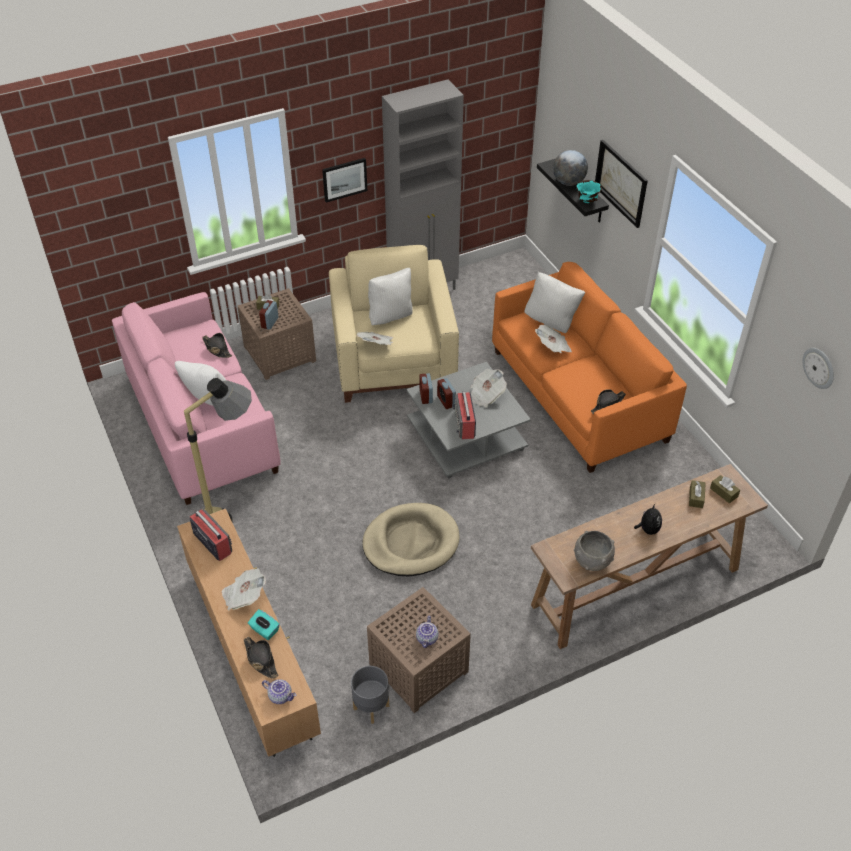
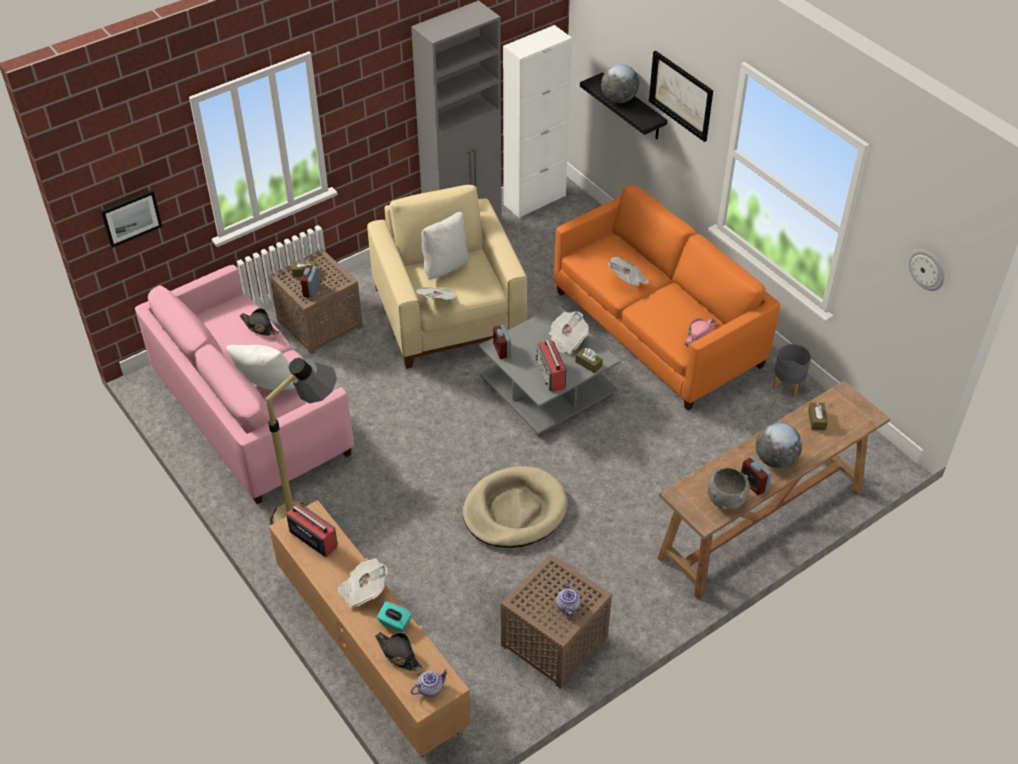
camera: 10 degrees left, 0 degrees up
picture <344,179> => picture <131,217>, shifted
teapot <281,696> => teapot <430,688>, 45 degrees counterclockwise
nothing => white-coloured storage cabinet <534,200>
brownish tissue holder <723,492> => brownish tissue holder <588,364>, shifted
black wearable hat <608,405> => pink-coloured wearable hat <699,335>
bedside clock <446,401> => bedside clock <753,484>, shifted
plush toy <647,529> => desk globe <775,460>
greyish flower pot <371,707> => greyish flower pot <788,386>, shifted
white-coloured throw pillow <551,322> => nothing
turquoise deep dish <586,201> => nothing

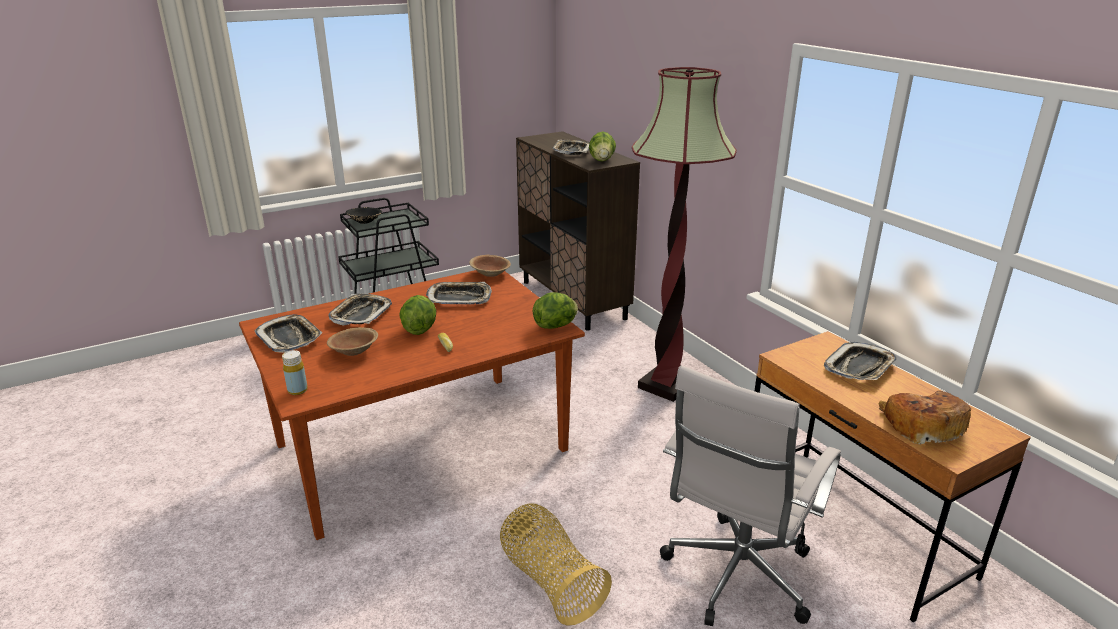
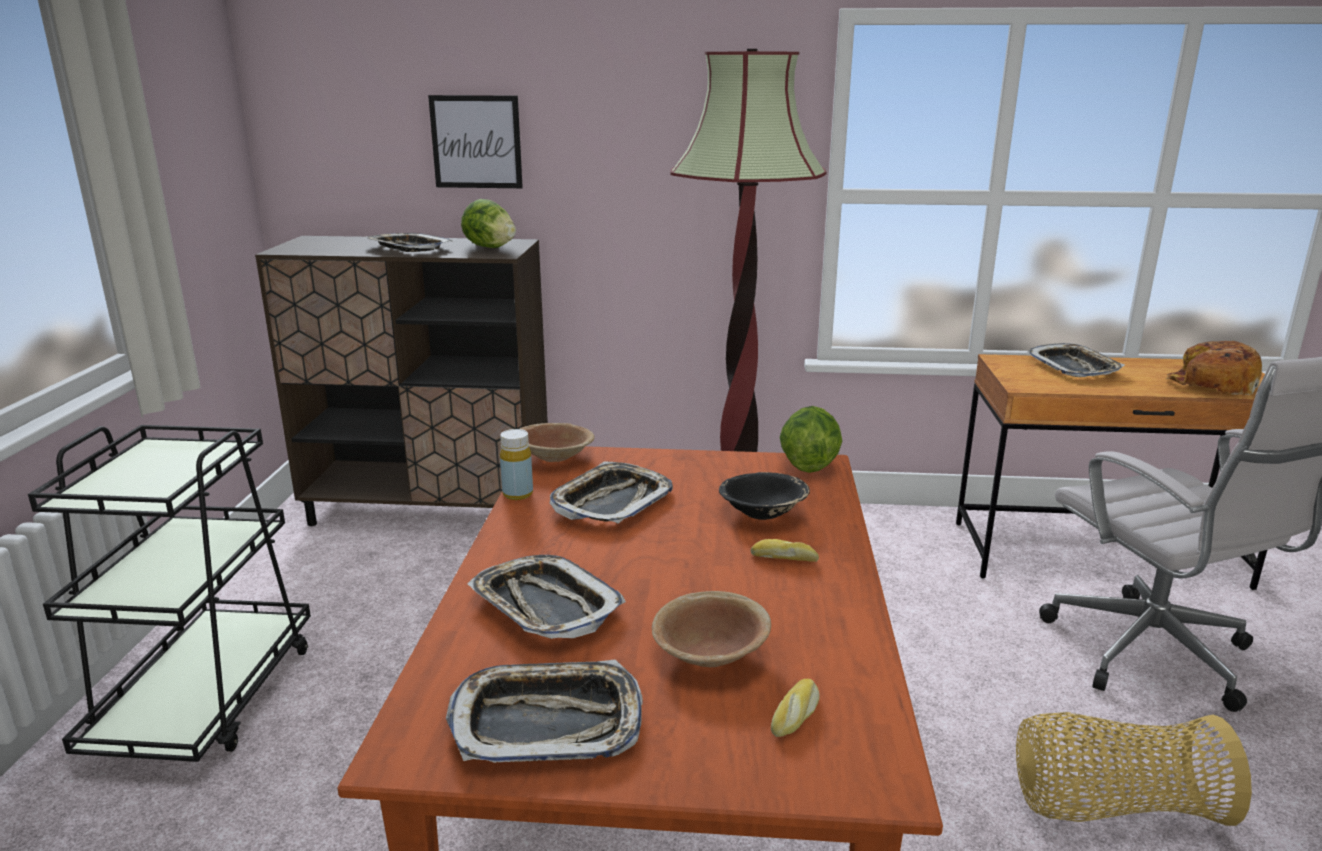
camera: 55 degrees left, 5 degrees down
nothing => picture <476,142>
yellowish beverage bottle <297,390> => yellowish beverage bottle <518,494>, shifted
black deep dish <365,221> => black deep dish <762,512>, shifted
nothing => baked bread <796,715>
lettuce <419,329> => nothing

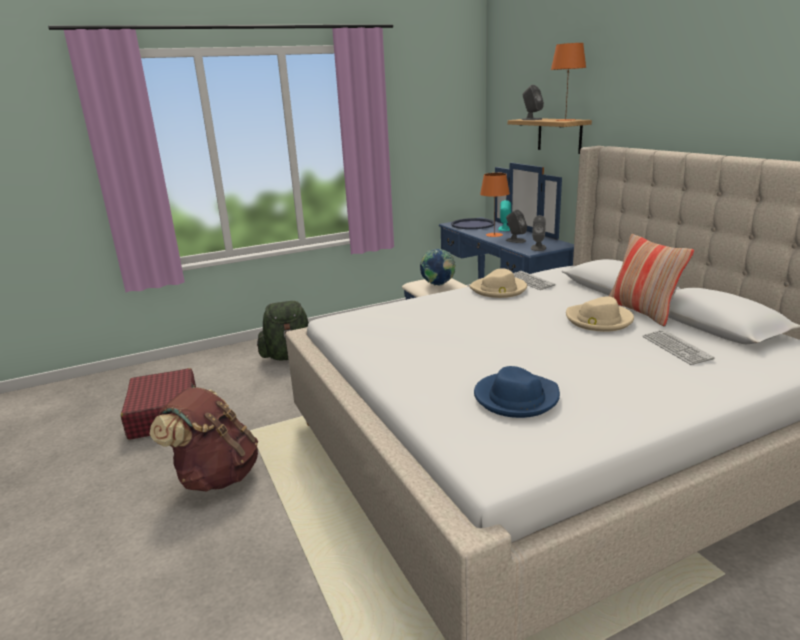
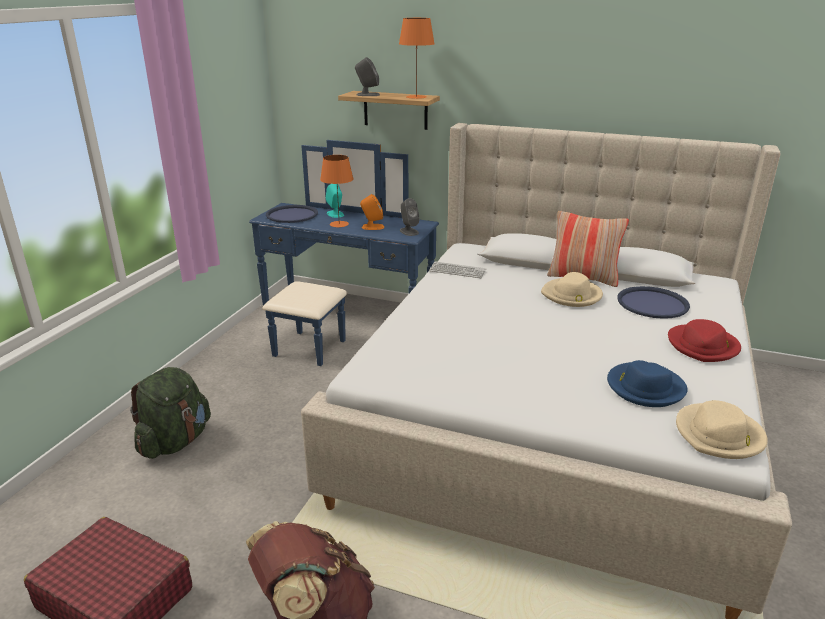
camera: 45 degrees left, 5 degrees up
greyish audio speaker <515,240> => orangey audio speaker <372,227>
keyboard <676,348> => blue-coloured serving tray <652,303>
nothing => red-coloured wearable hat <703,346>
beige-coloured wearable hat <499,289> => beige-coloured wearable hat <719,435>, shifted
desk globe <438,285> => nothing

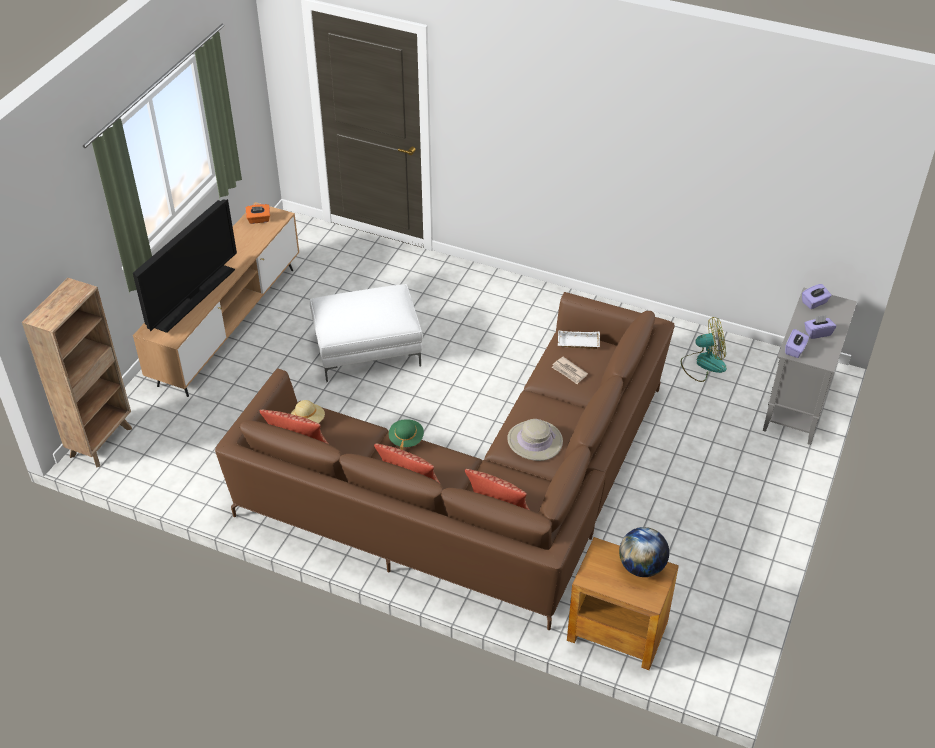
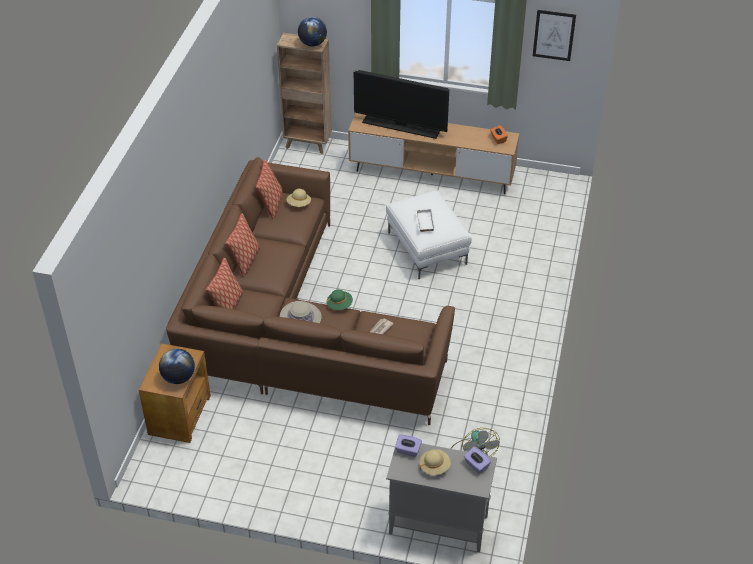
camera: 80 degrees right, 0 degrees up
nothing => desk globe <312,44>
greenish wearable hat <406,439> => greenish wearable hat <339,305>, shifted
white-coloured serving tray <577,343> => white-coloured serving tray <424,222>, shifted
purple tissue holder <817,333> => beige-coloured wearable hat <434,467>
nothing => picture <554,35>

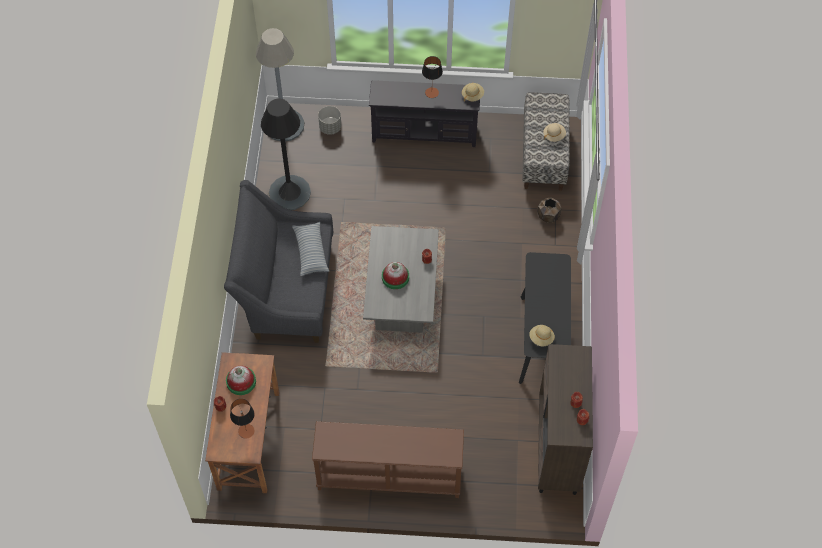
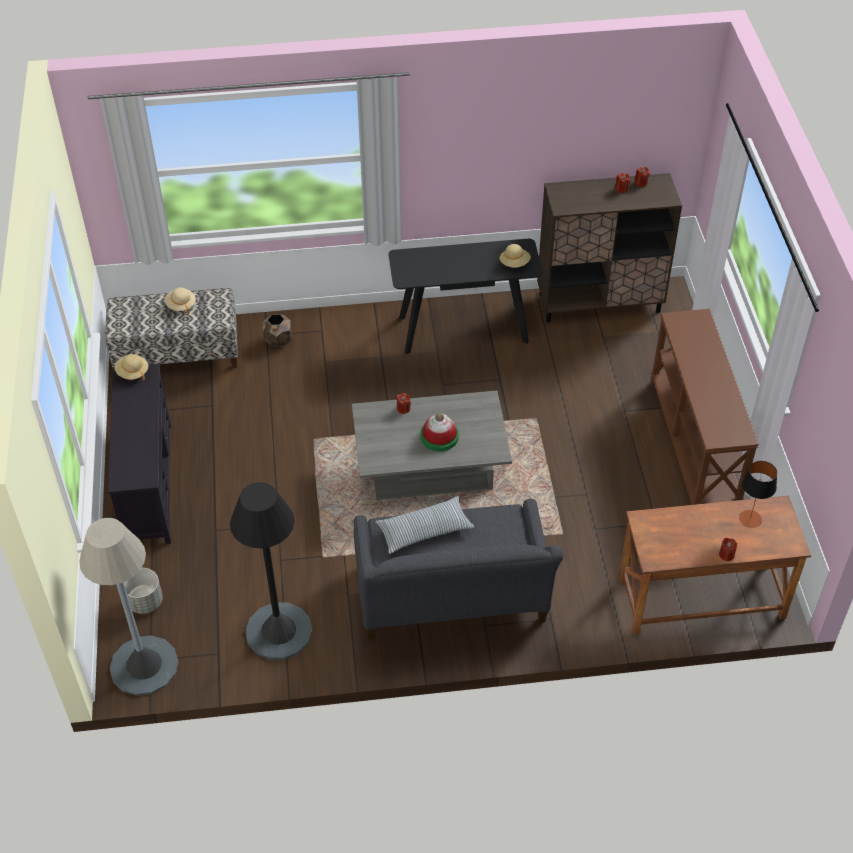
camera: 100 degrees left, 10 degrees down
wearable hat <241,381> => nothing
lamp for a table <431,92> => nothing

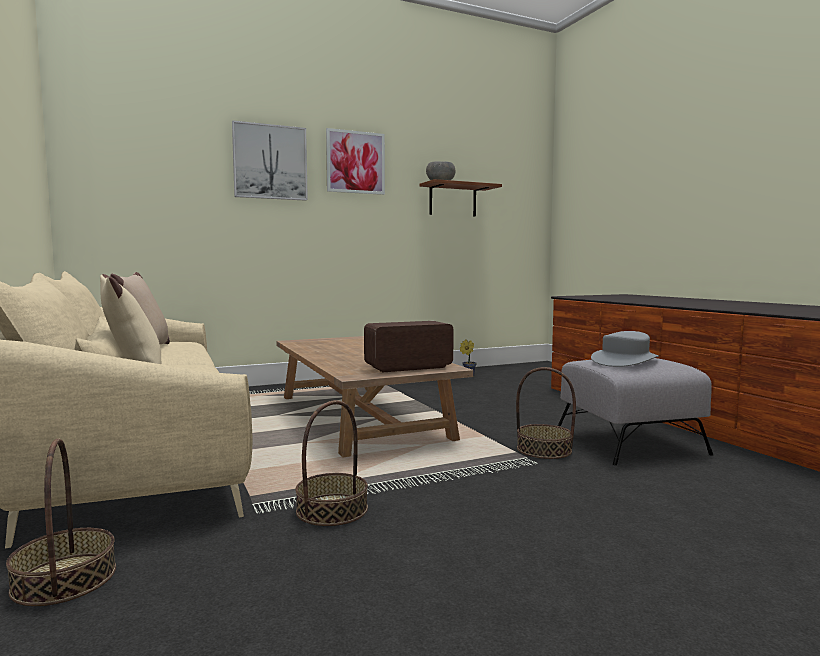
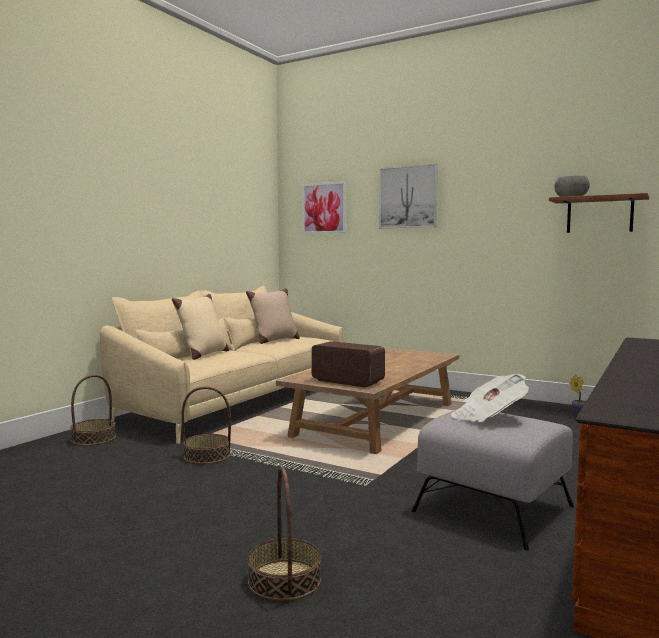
camera: 55 degrees right, 0 degrees up
storage basket <544,450> => storage basket <284,580>, shifted
picture <355,162> => picture <324,208>, shifted
greyish wearable hat <625,361> => daily paper <488,417>

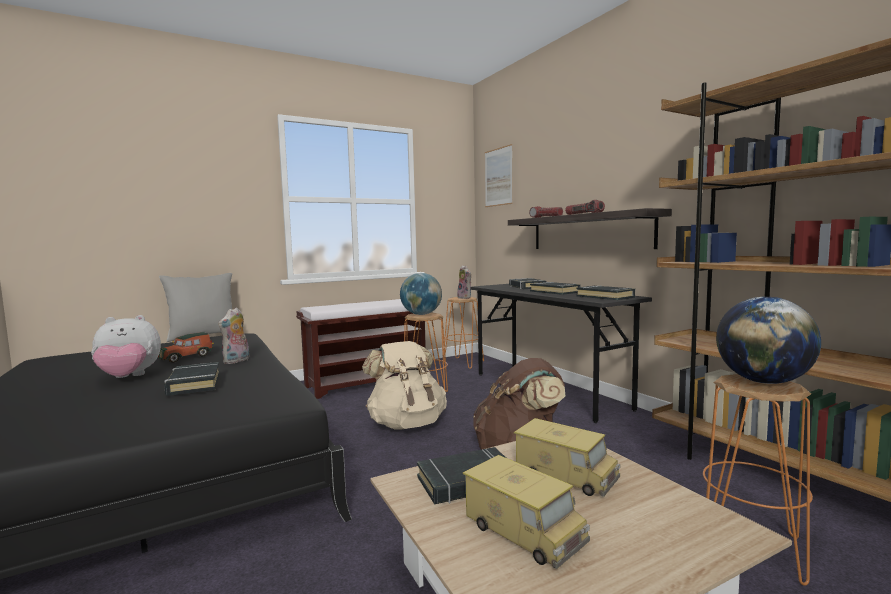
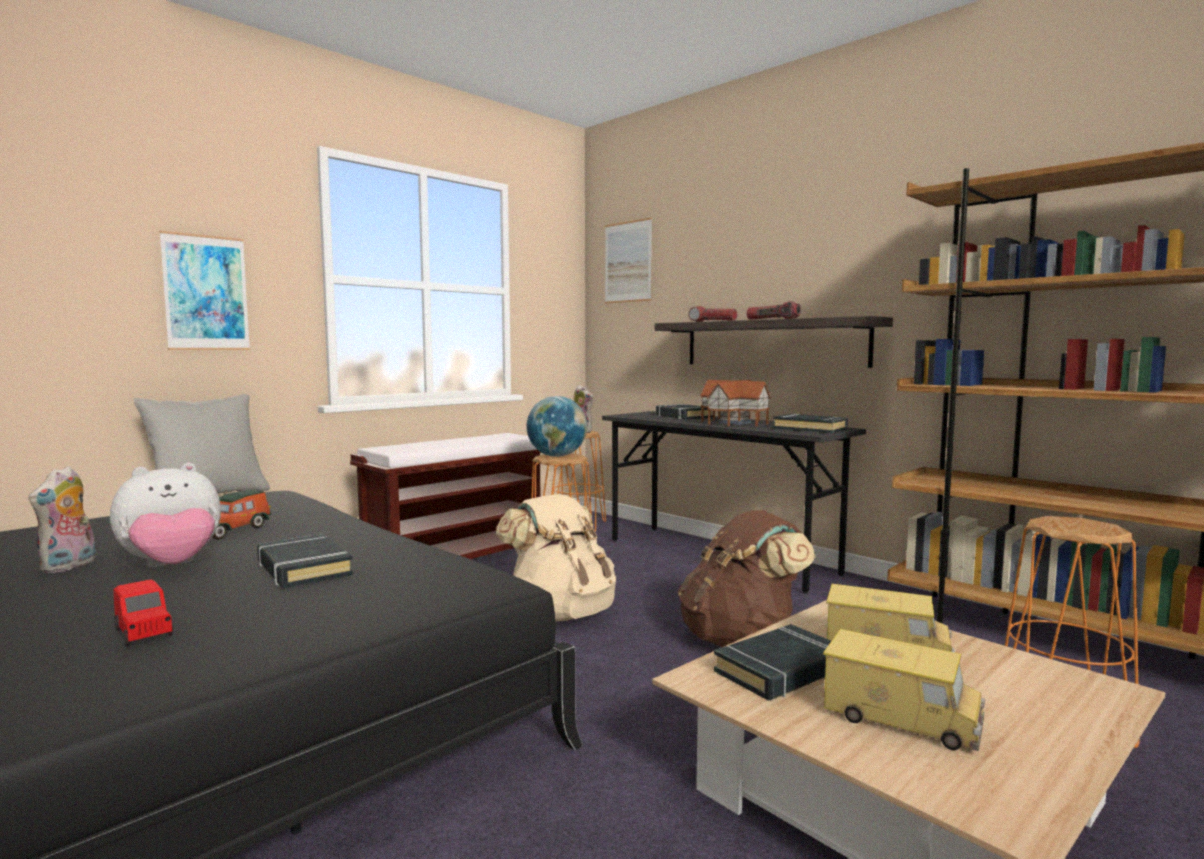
camera: 15 degrees left, 0 degrees up
plush toy <236,361> => plush toy <69,566>, shifted
nothing => red-coloured model car <144,632>
nothing => picture <206,293>
black bound book <555,292> => model house <734,422>
desk globe <763,382> => nothing

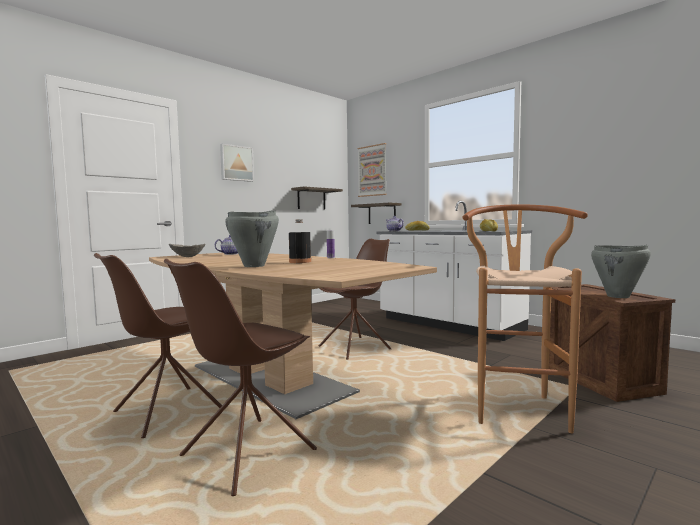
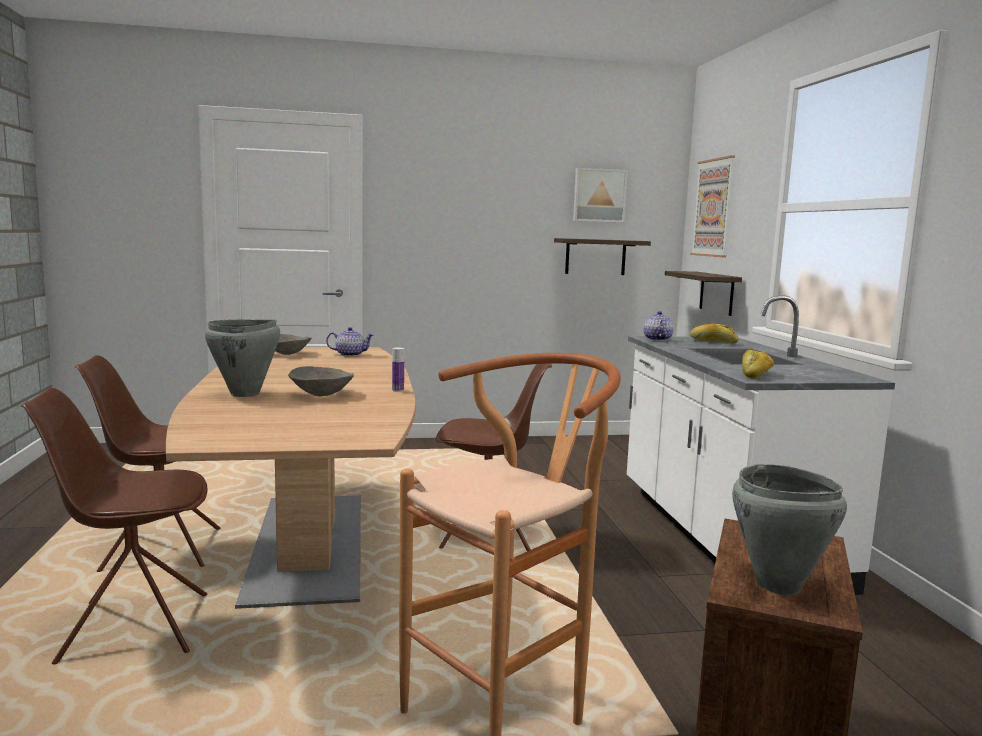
camera: 35 degrees right, 5 degrees up
black beverage bottle <300,262> => greyish deep dish <322,394>
picture <236,163> => picture <599,195>, shifted

